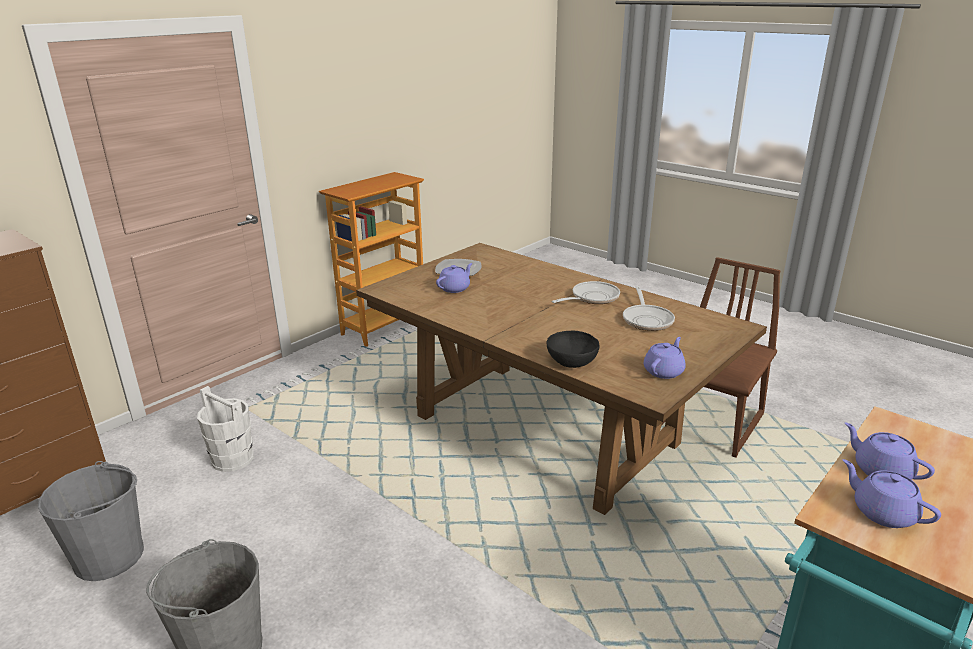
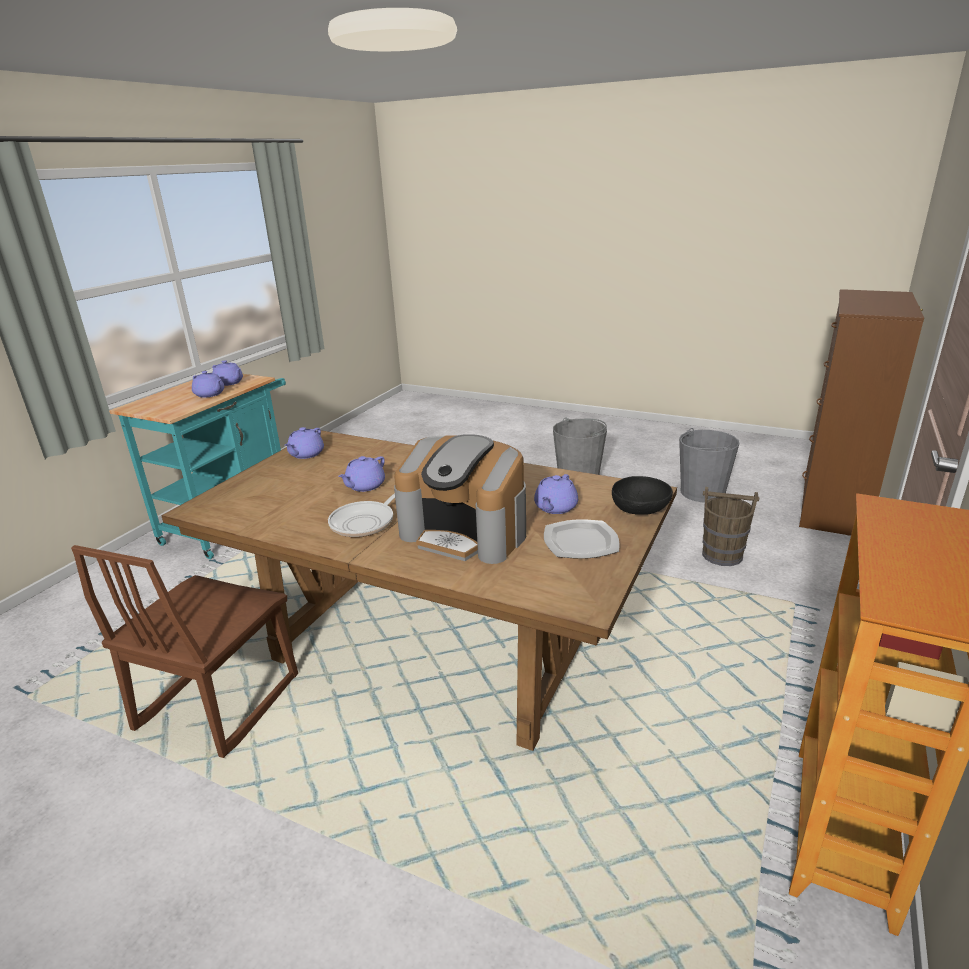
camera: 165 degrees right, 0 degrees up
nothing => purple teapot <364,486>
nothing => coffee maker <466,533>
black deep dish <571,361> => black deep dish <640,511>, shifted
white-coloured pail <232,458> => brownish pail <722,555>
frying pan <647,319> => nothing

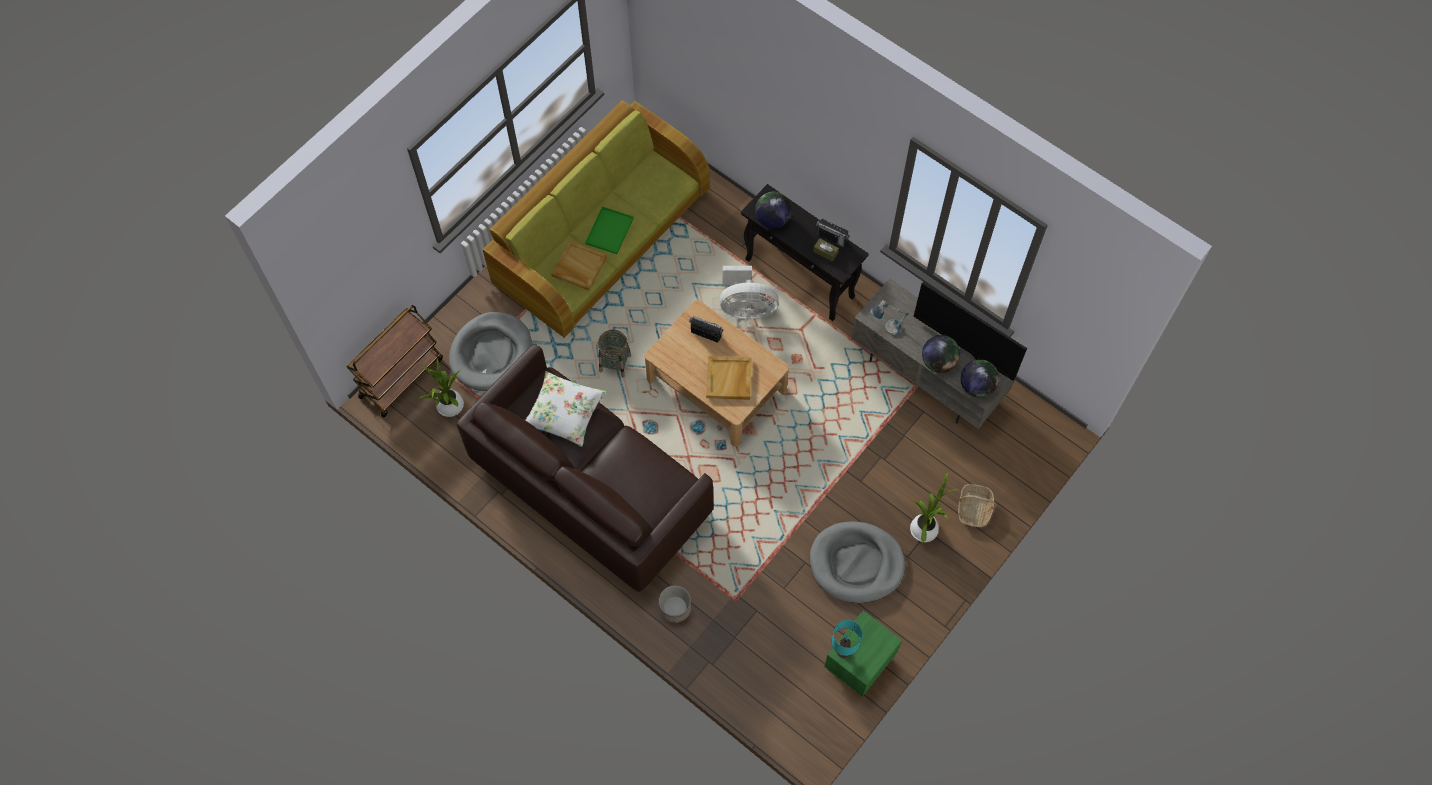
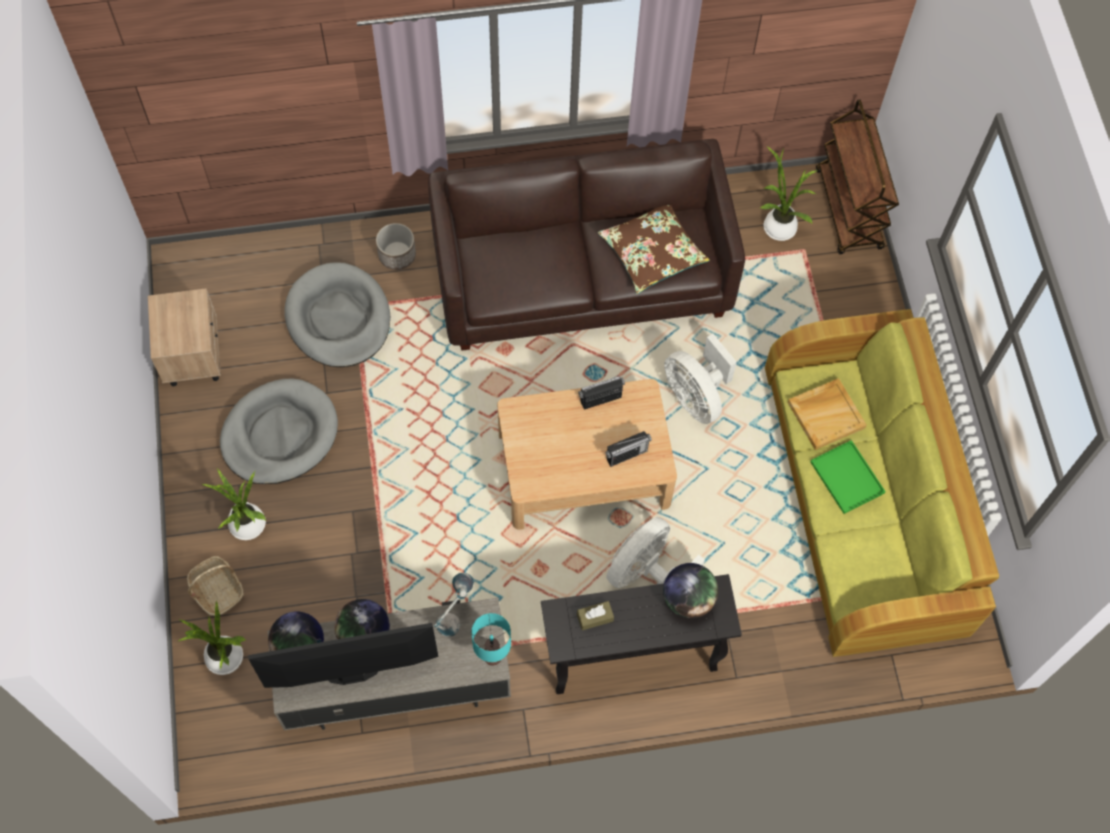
camera: 130 degrees right, 0 degrees up
greenish nightstand <858,664> => beige-coloured nightstand <193,355>
nothing => potted plant <226,659>
greyish dog bed <491,354> => greyish dog bed <338,318>, shifted
turquoise lamp for a table <843,650> => turquoise lamp for a table <492,657>, shifted
radio set <831,238> => radio set <601,399>, shifted
white-coloured throw pillow <564,412> => brownish throw pillow <652,253>
storage basket <615,363> => white-coloured electric fan <695,397>
beige-coloured serving tray <729,379> => nothing

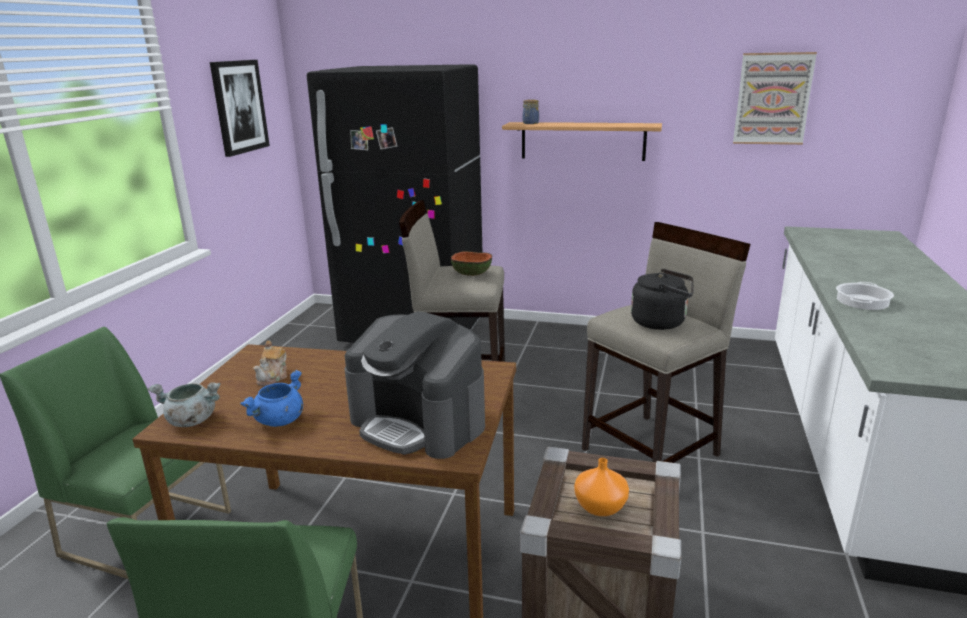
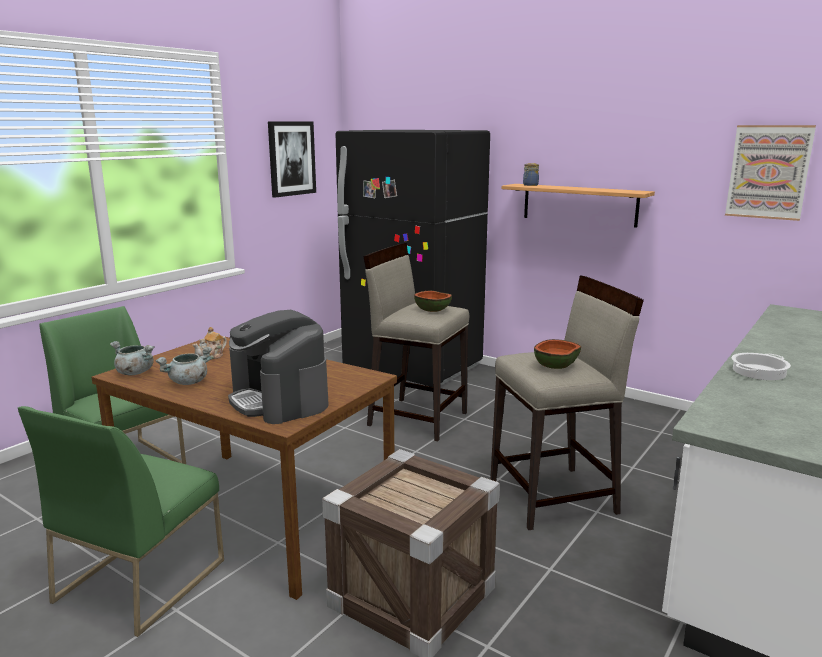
camera: 20 degrees right, 5 degrees down
blue-coloured cooking pot <279,421> => greyish cooking pot <188,382>
black water kettle <662,322> => deep dish <556,366>
orangey flower vase <601,506> => nothing

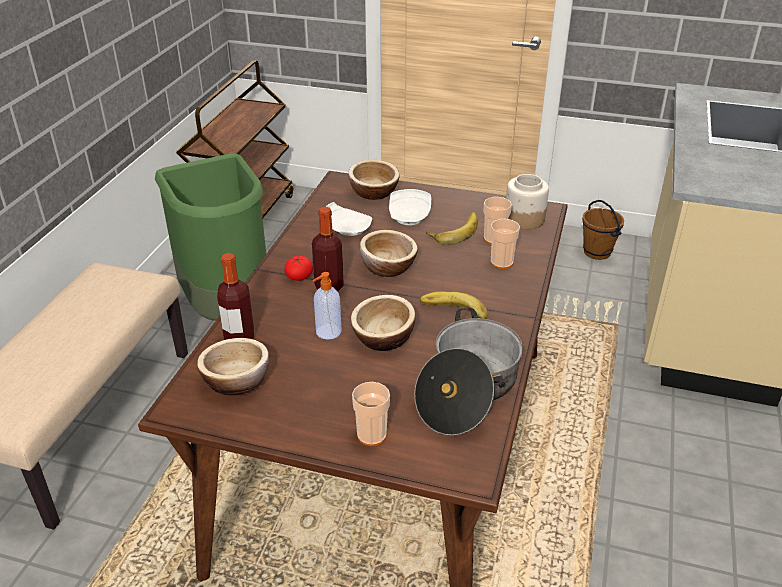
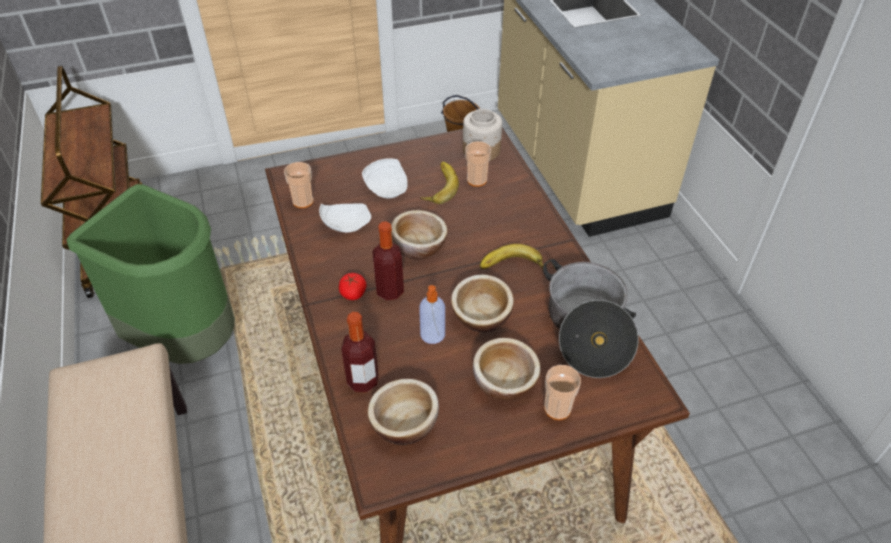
camera: 35 degrees left, 10 degrees up
drinking cup <501,262> => drinking cup <303,201>, shifted
deep dish <373,192> => deep dish <504,382>, shifted

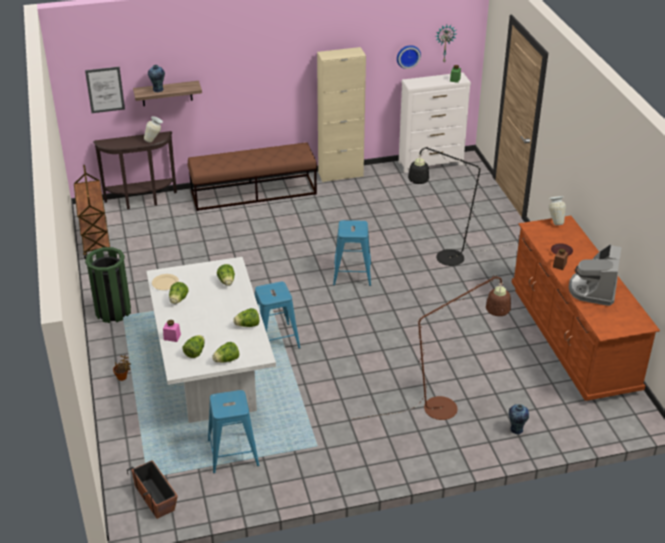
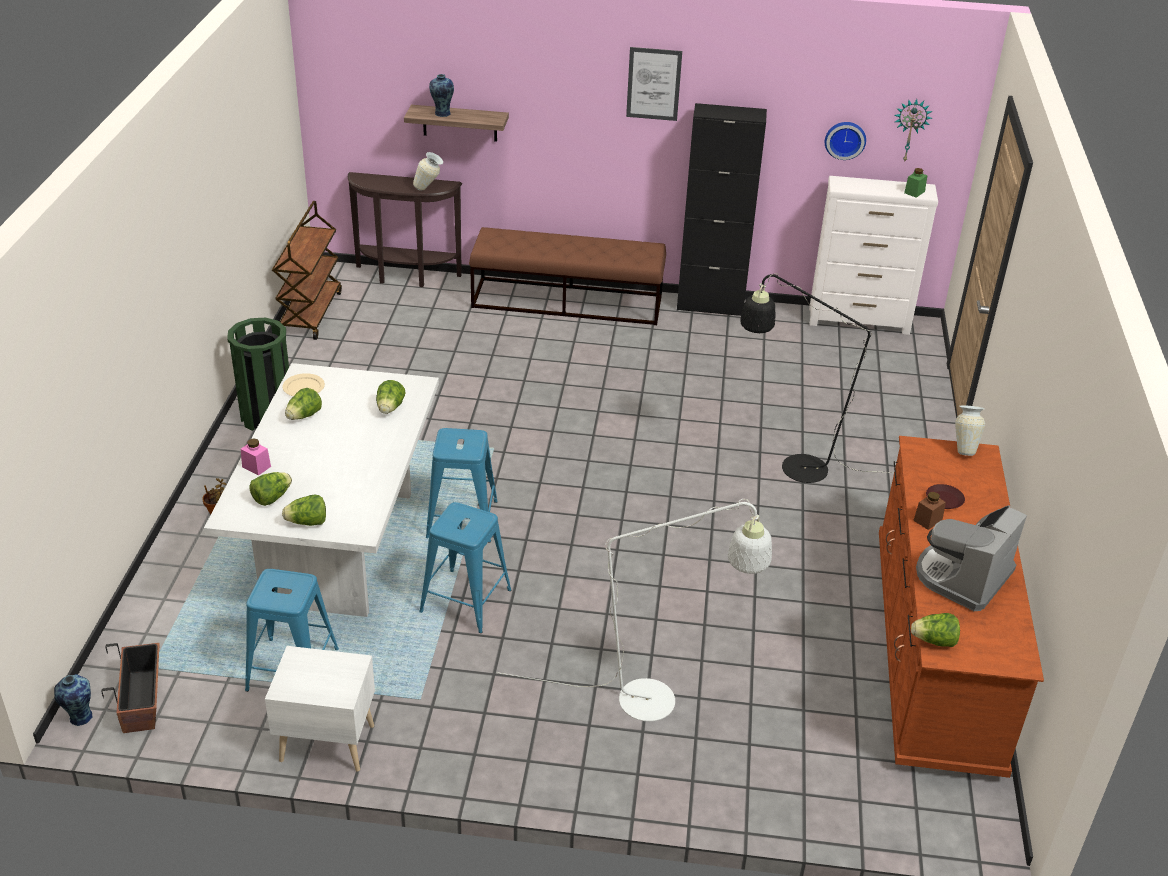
camera: 20 degrees right, 0 degrees up
flower vase <516,430> => flower vase <79,717>, shifted
nothing => white-coloured nightstand <326,741>
blue-coloured sitting stool <352,274> => blue-coloured sitting stool <465,600>, shifted
brownish standard lamp <449,406> => white-coloured standard lamp <662,702>
picture <105,89> => picture <653,84>, shifted
beige-coloured storage cabinet <340,174> => black storage cabinet <710,305>
lettuce <247,325> => lettuce <934,641>, shifted

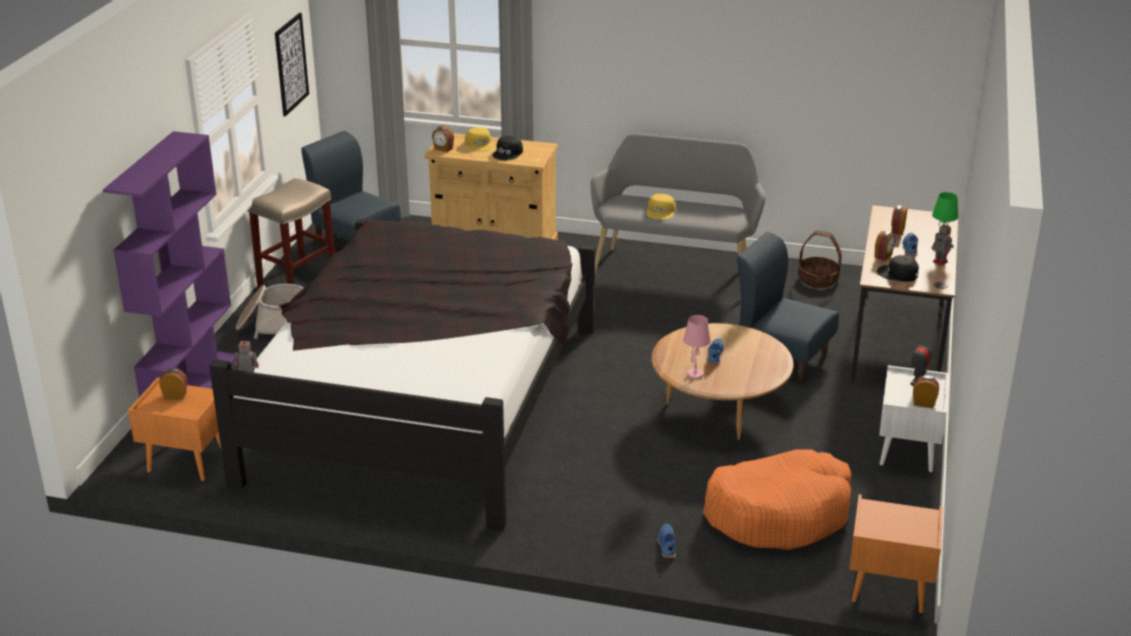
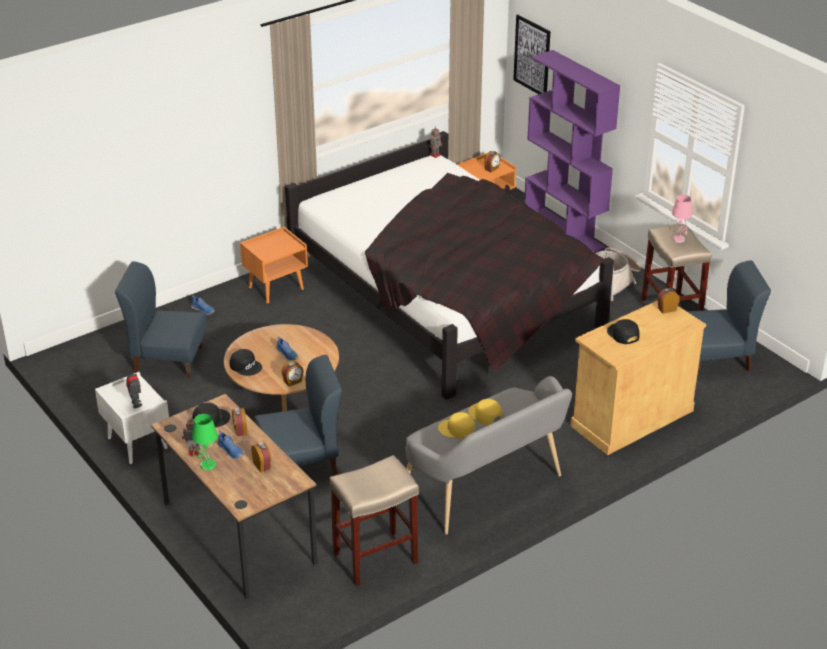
camera: 130 degrees right, 5 degrees up
orangey dog bed <779,513> => blue-coloured chair <168,359>
nothing => black peaked cap <246,366>
orangey nightstand <888,589> => orangey nightstand <276,288>, shifted
bedside clock <924,403> => bedside clock <293,382>, shifted
storage basket <818,279> => beige-coloured sitting stool <374,559>
yellowish peaked cap <480,144> => yellowish peaked cap <457,429>, shifted
picture <291,64> => picture <532,56>, shifted
pink-coloured lamp for a table <694,374> => pink-coloured lamp for a table <679,239>, shifted

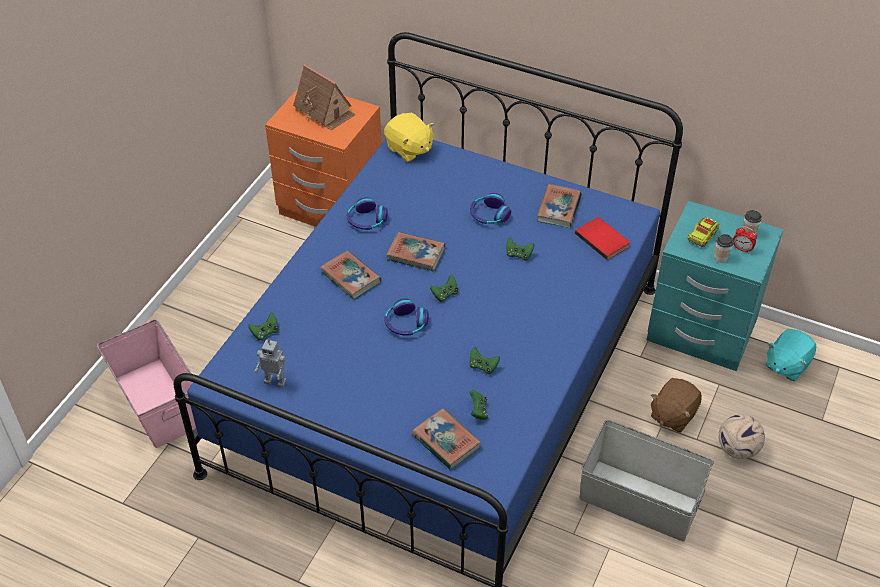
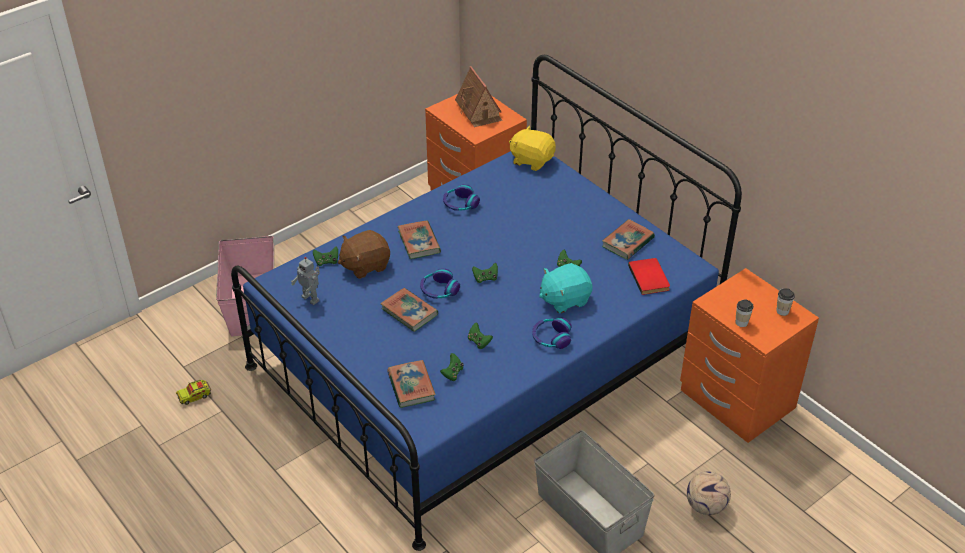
camera: 25 degrees right, 5 degrees down
model truck <702,236> => model truck <194,396>, shifted
brownish plush toy <672,415> => brownish plush toy <365,265>, shifted
bound book <416,254> => bound book <409,312>, shifted
yellowish plush toy <409,149> => yellowish plush toy <532,160>, 135 degrees clockwise
headset <489,215> => headset <551,338>, shifted
turquoise plush toy <786,365> => turquoise plush toy <564,299>, shifted
turquoise nightstand <701,332> => orangey nightstand <736,400>
bedside clock <742,249> => nothing

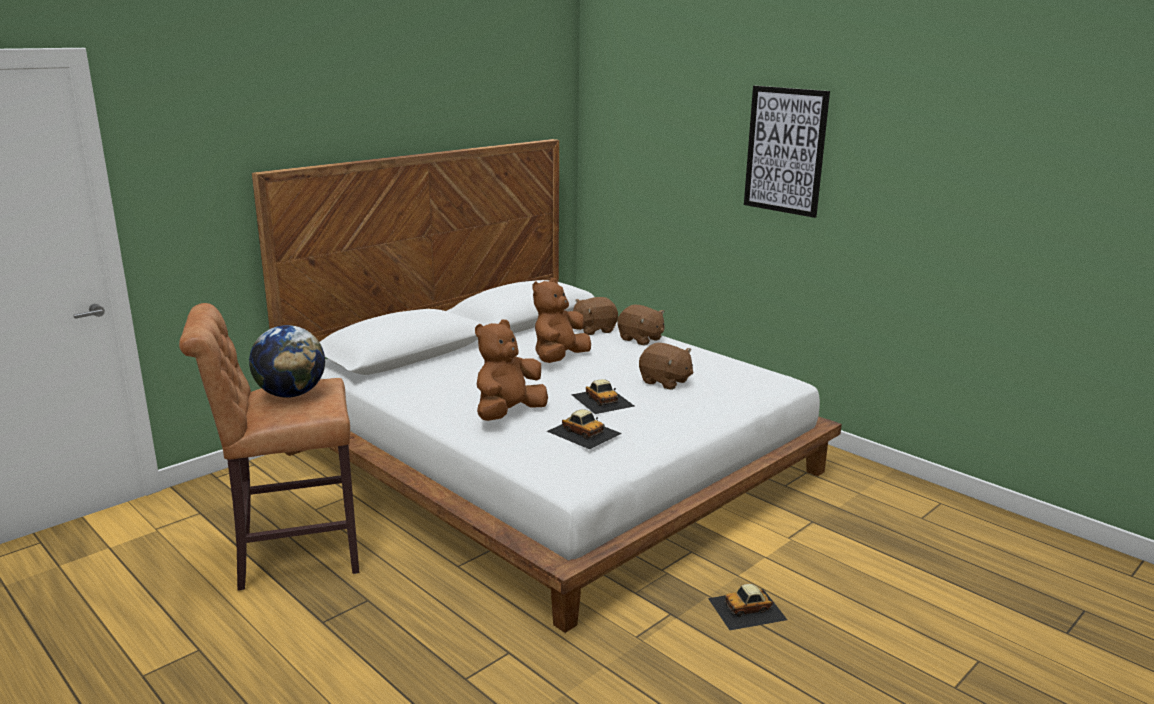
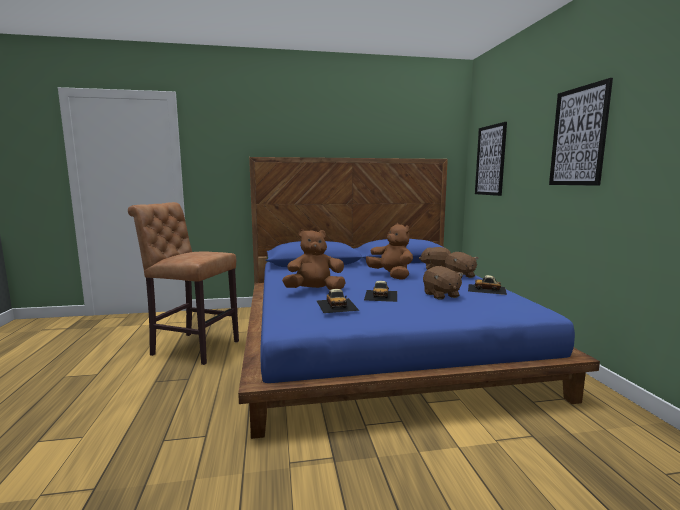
camera: 35 degrees right, 10 degrees down
white-coloured bedroom bed <555,461> => blue-coloured bedroom bed <377,343>
brownish plush toy <559,358> => brownish plush toy <391,276>, 75 degrees clockwise
model car <747,609> => model car <487,289>, shifted
nothing => picture <490,160>
desk globe <291,394> => nothing

